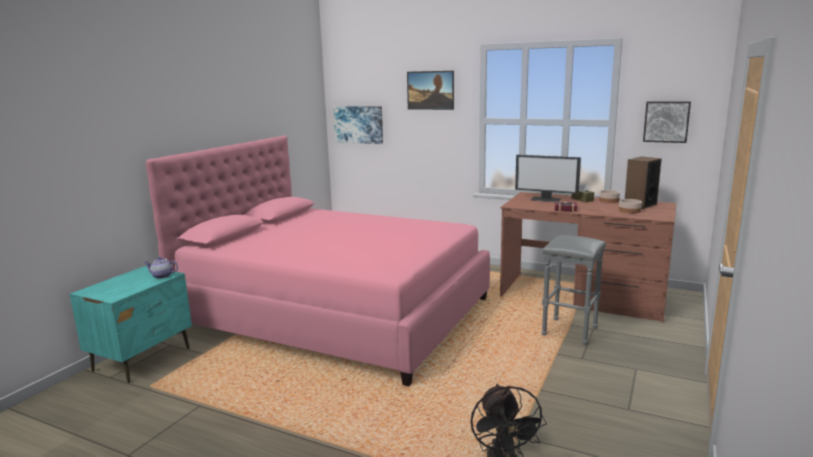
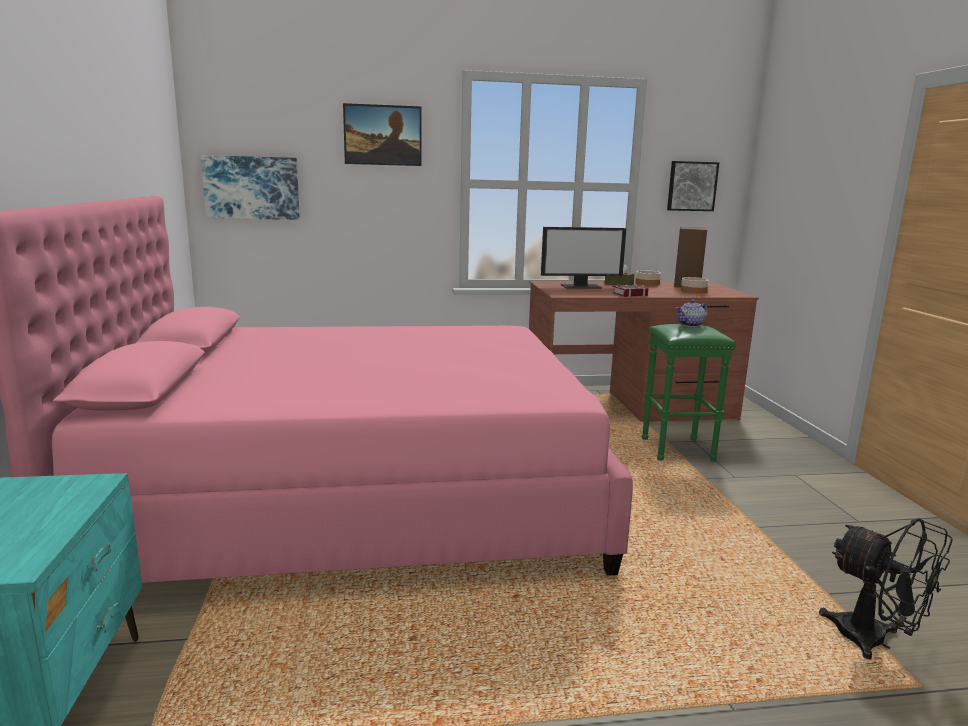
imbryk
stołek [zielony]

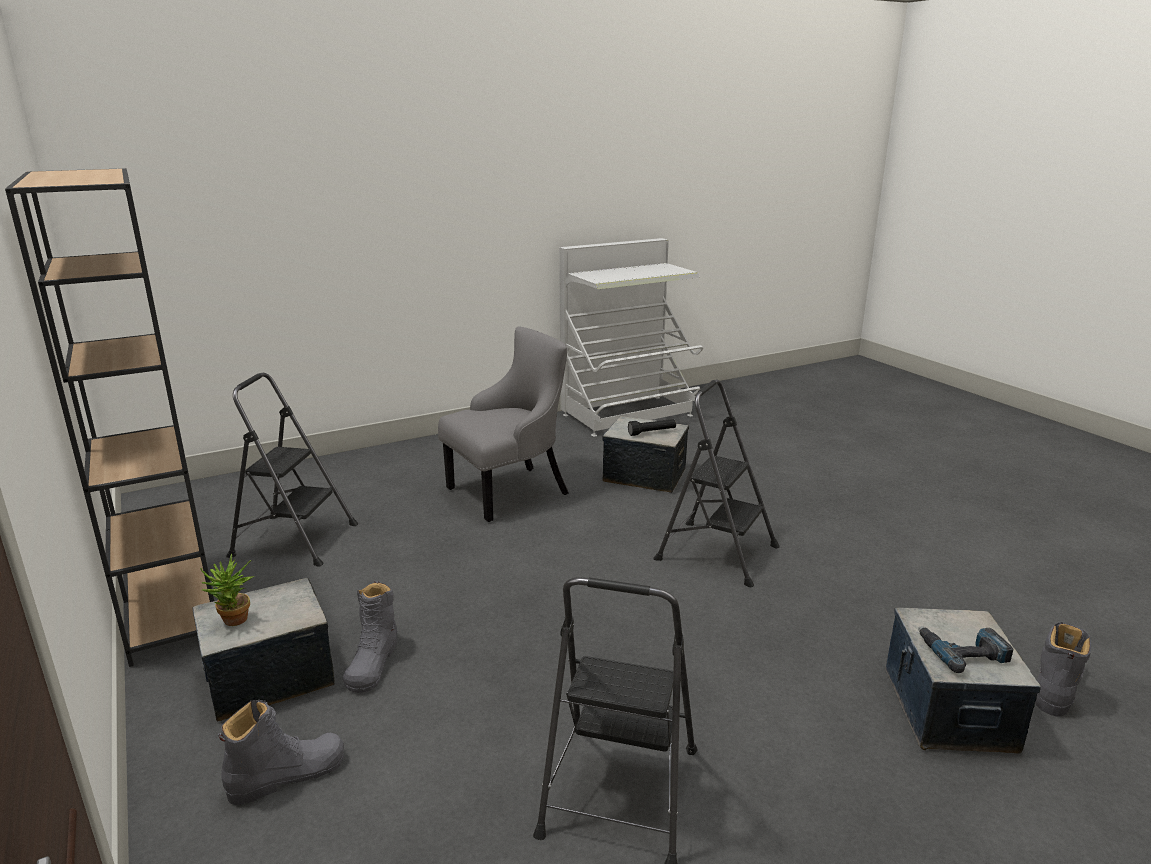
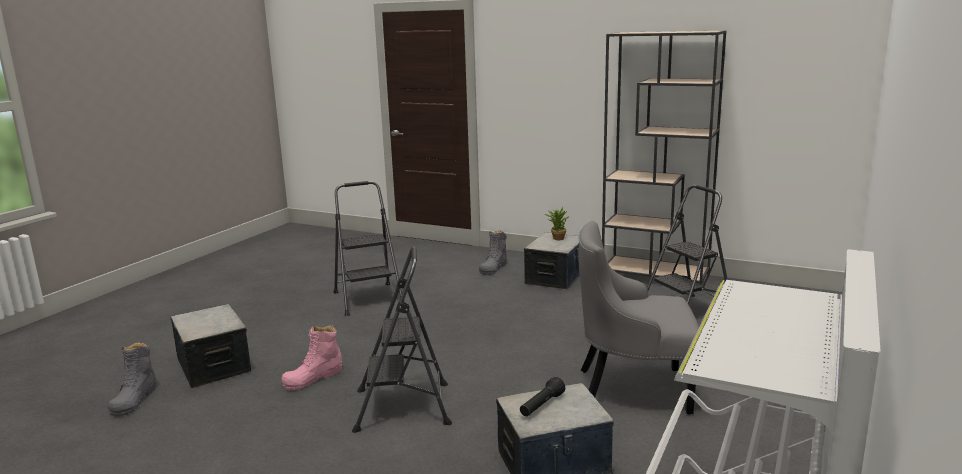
but z cholewką [szary] (2nd from left in the first image)
krzesło [szary]
wiertarka
but z cholewką [różowy]

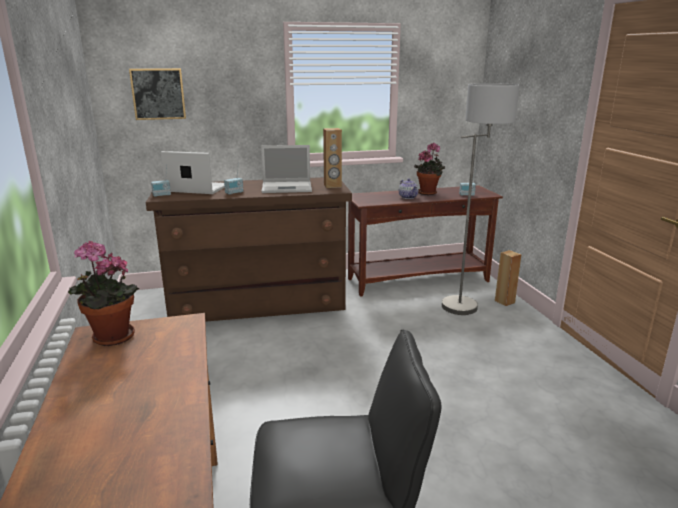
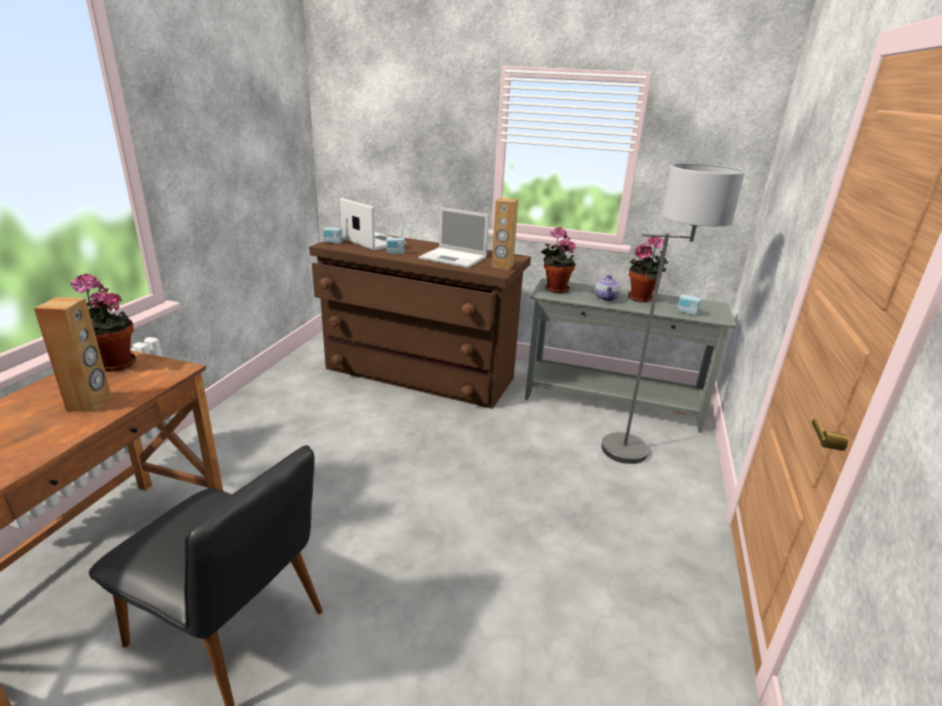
obraz
stolik konsolowy [szary]
głośnik [brązowy] (1st from left)
roślina doniczkowa (2nd from left)

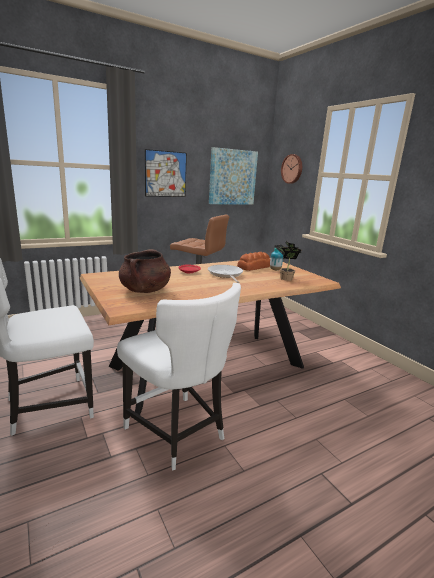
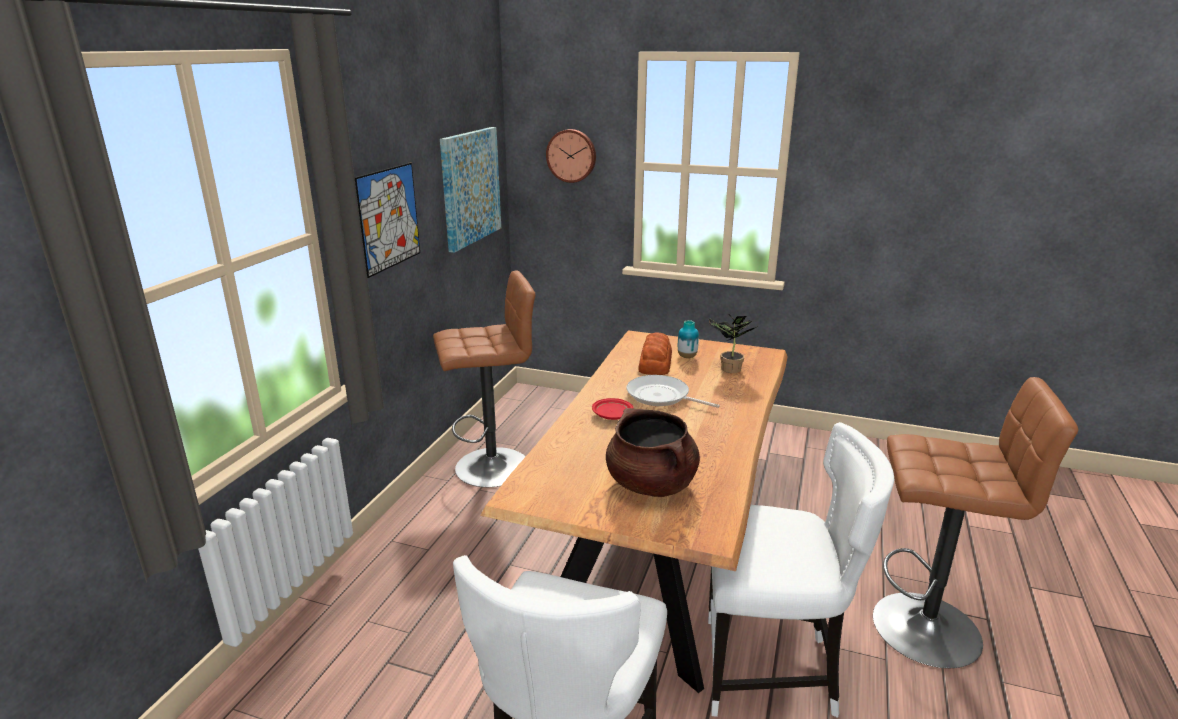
stołek [brązowy] (2nd from left)

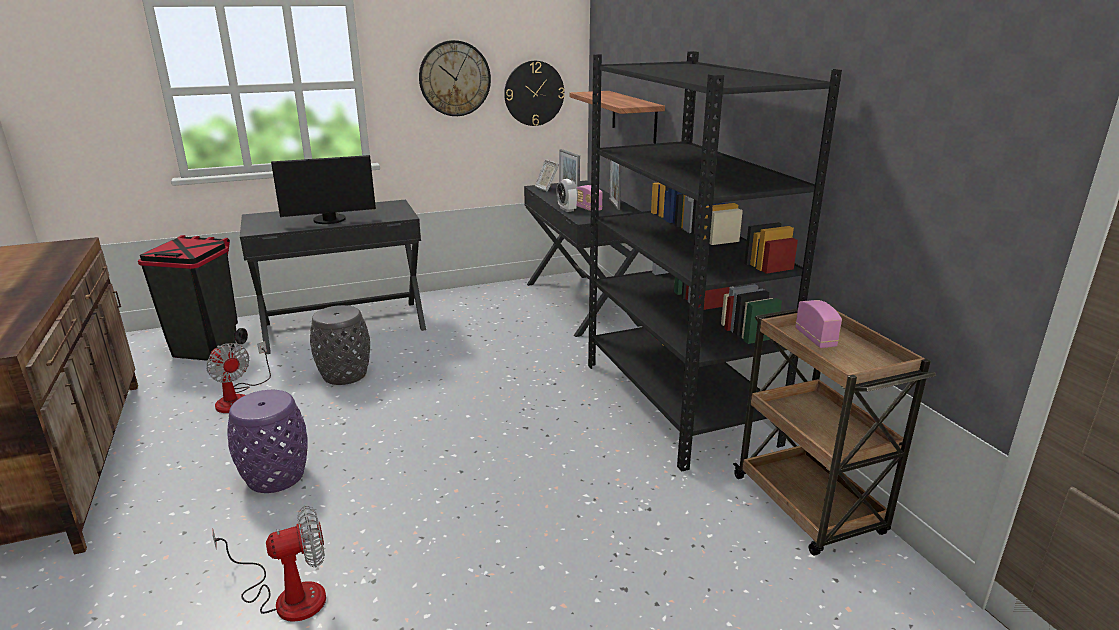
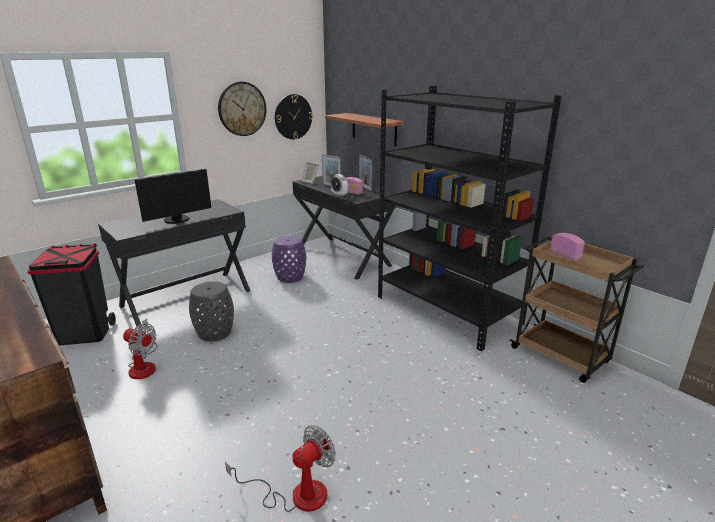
stołek [fioletowy]

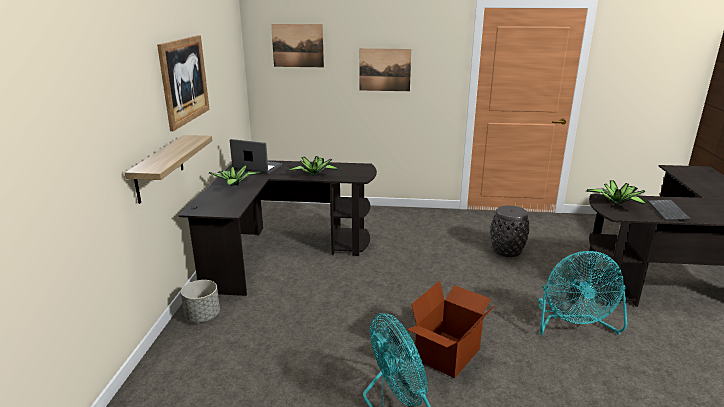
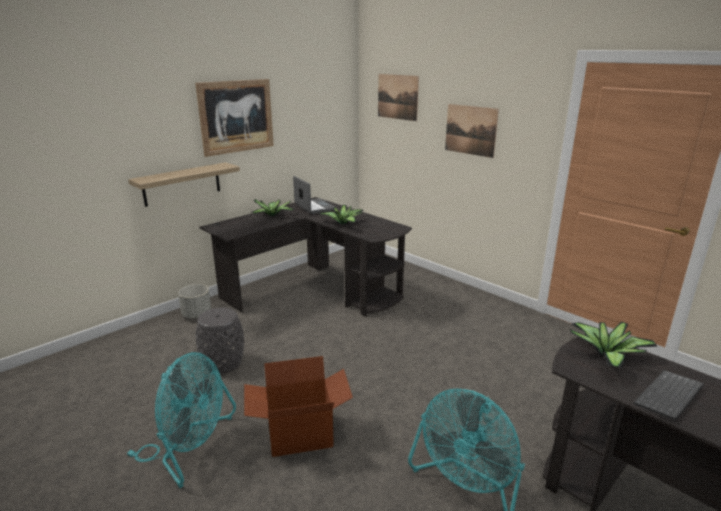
stołek [szary]

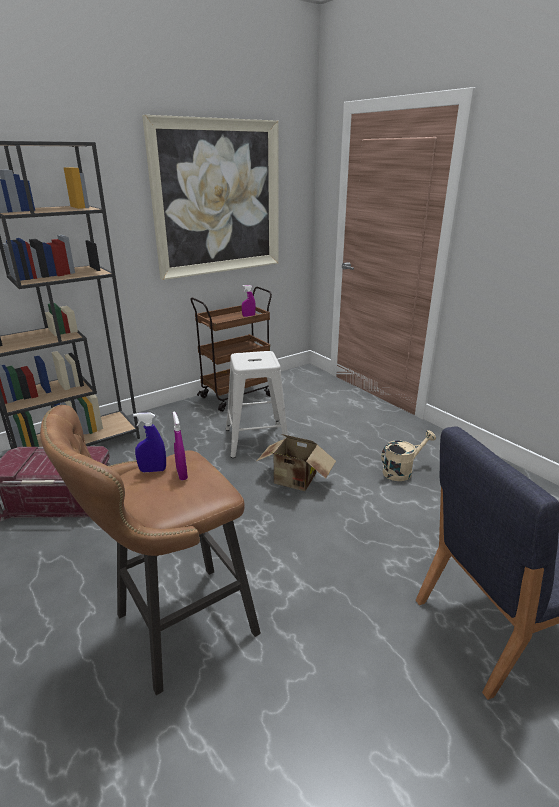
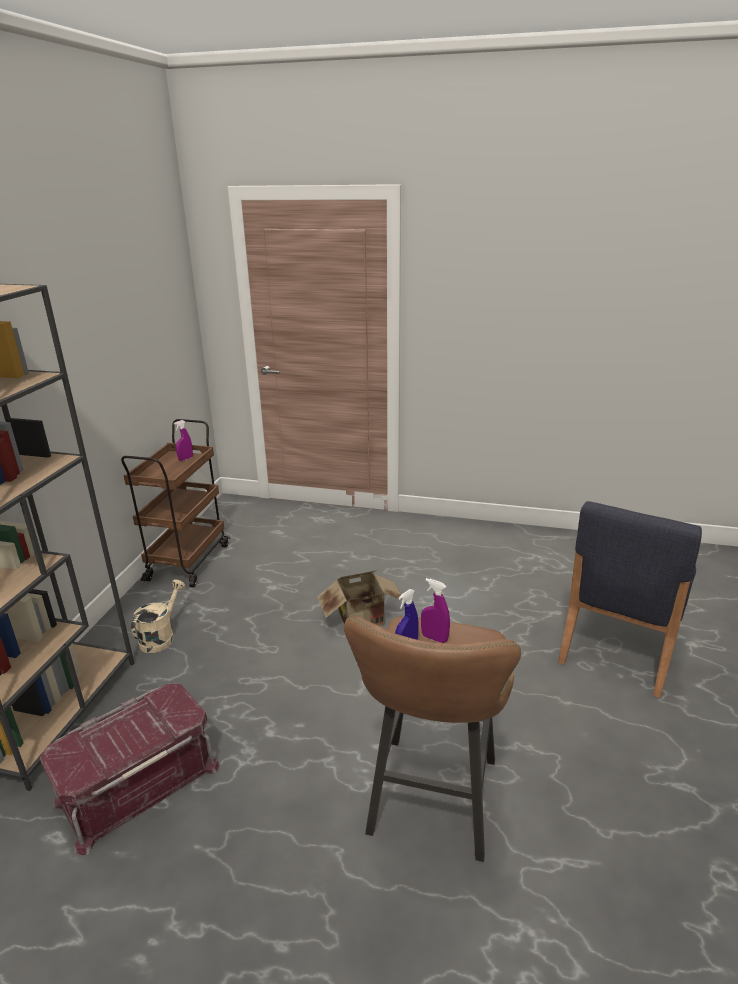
obraz
stołek [biały]
konewka [beżowy]

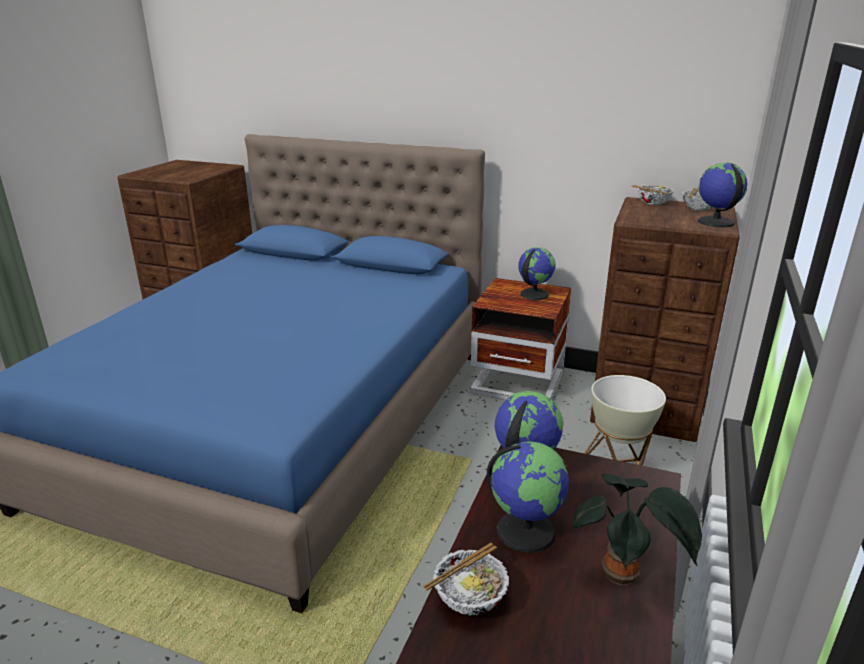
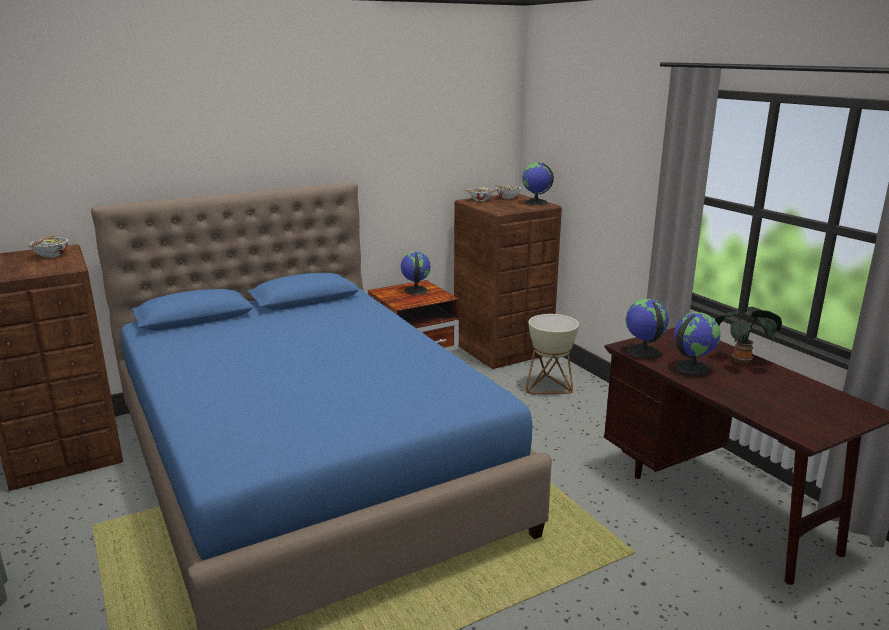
miska (1st from left)

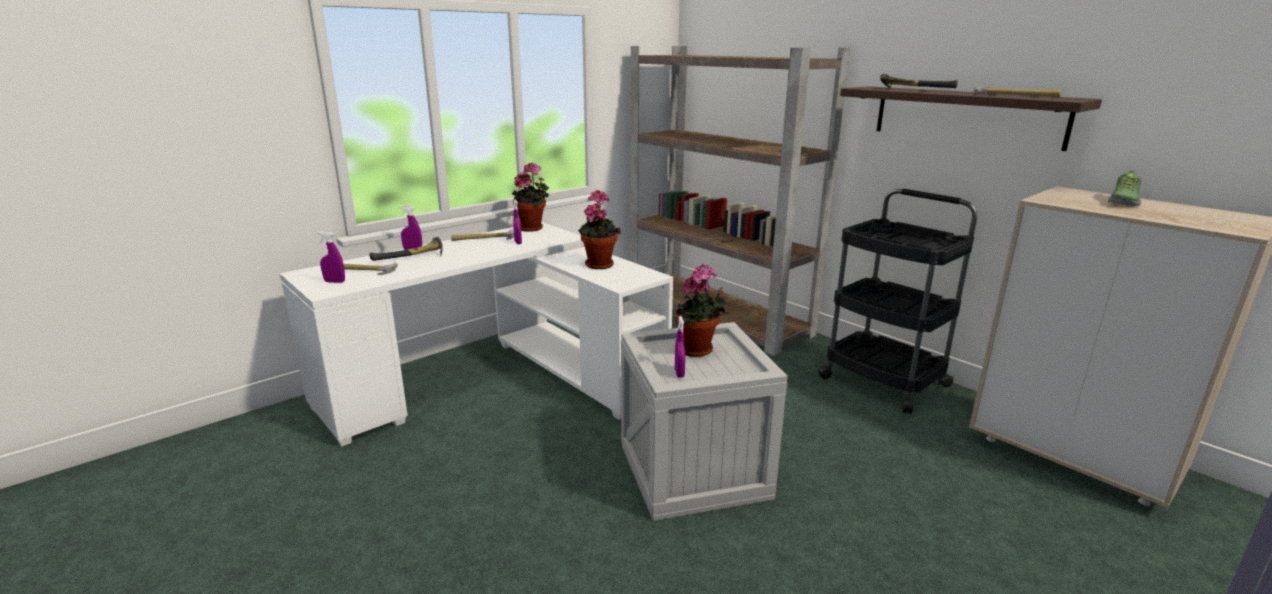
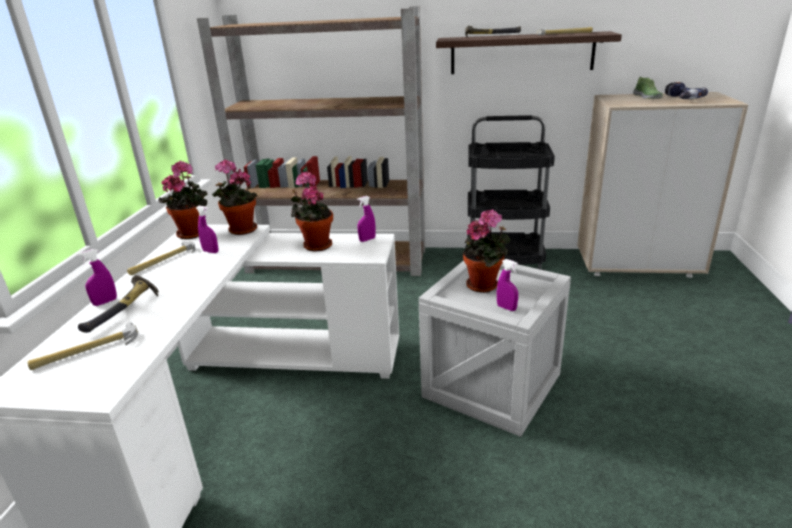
spryskiwacz [fioletowy] (3rd from left)
roślina doniczkowa (2nd from left)
wiertarka

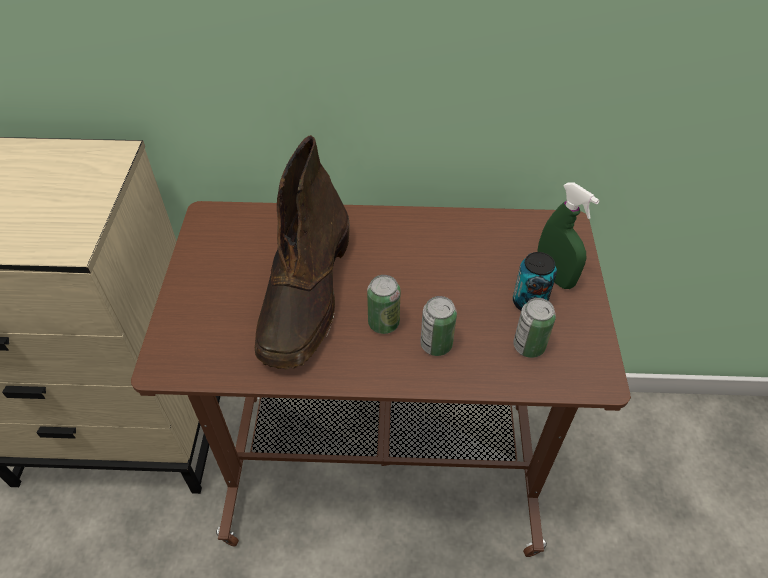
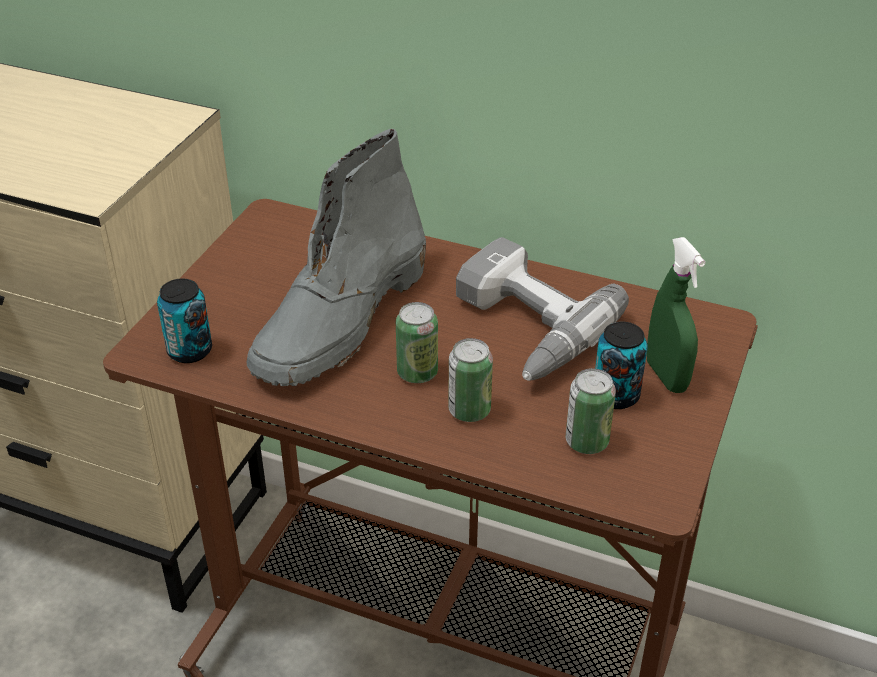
but z cholewką [szary]
puszka (1st from left)
wiertarka

